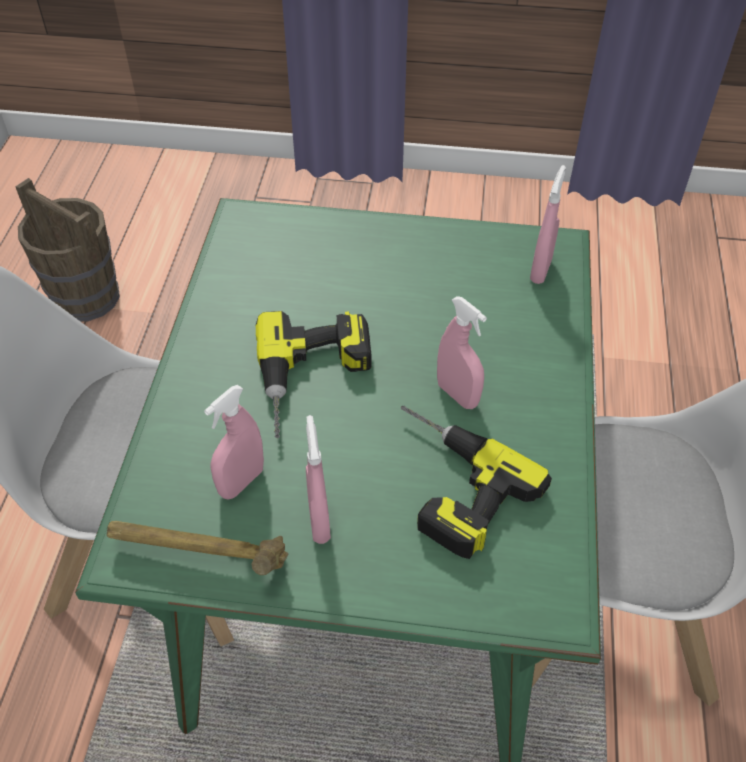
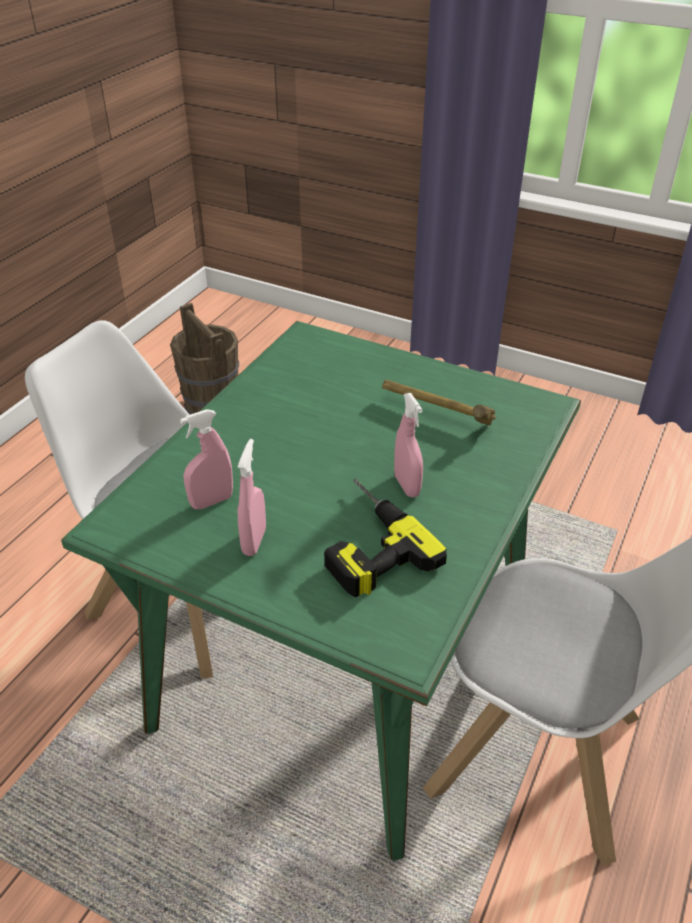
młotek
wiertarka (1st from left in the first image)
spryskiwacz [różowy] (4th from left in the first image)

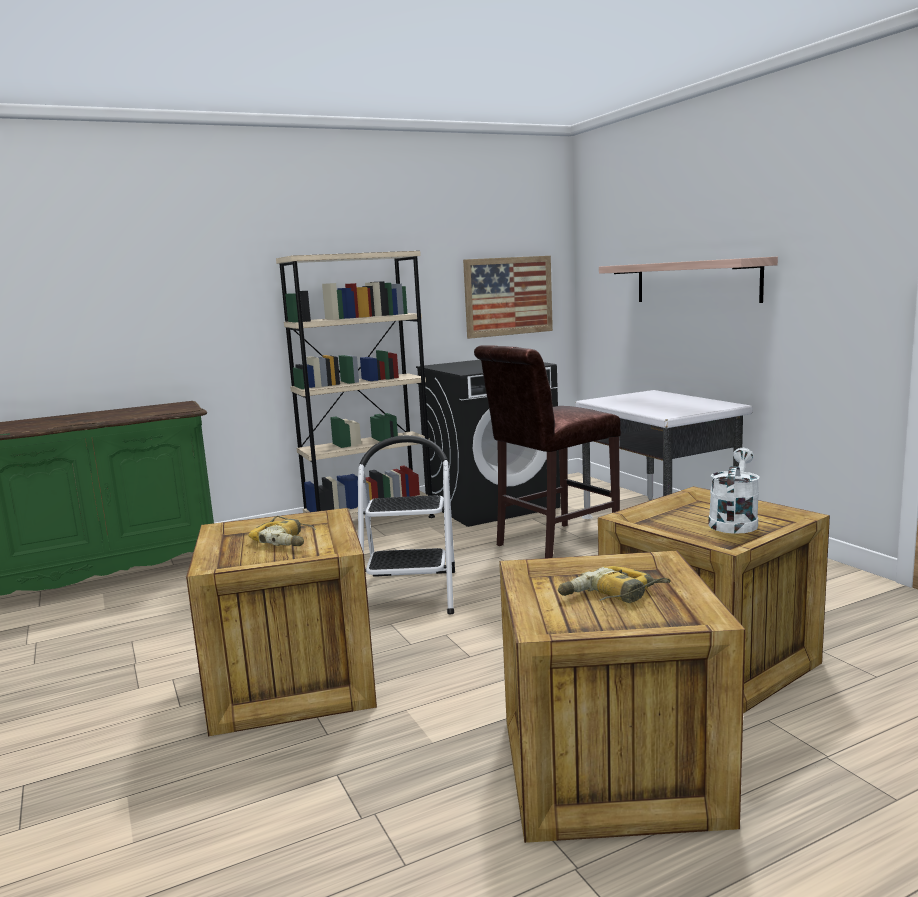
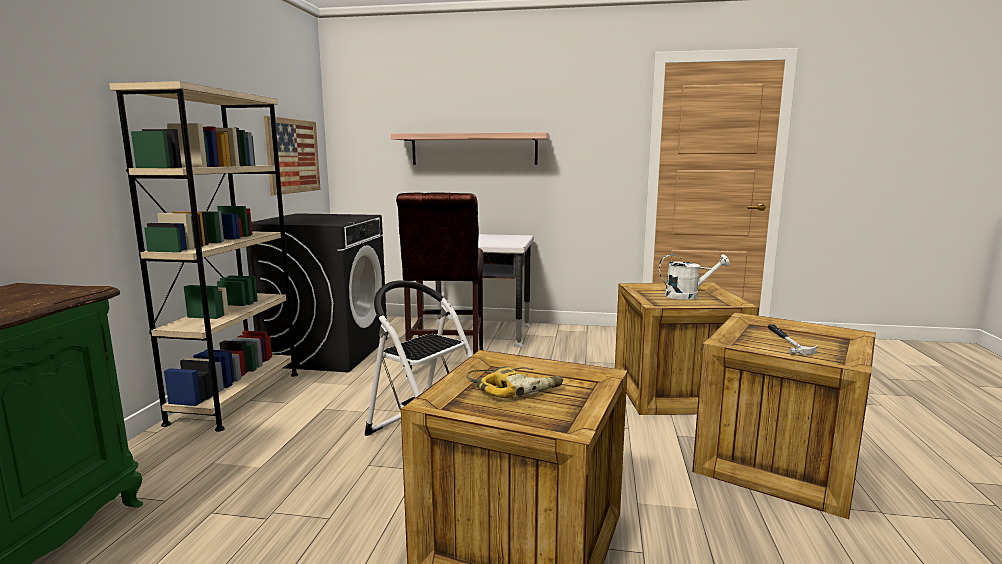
młotek
konewka [biały]

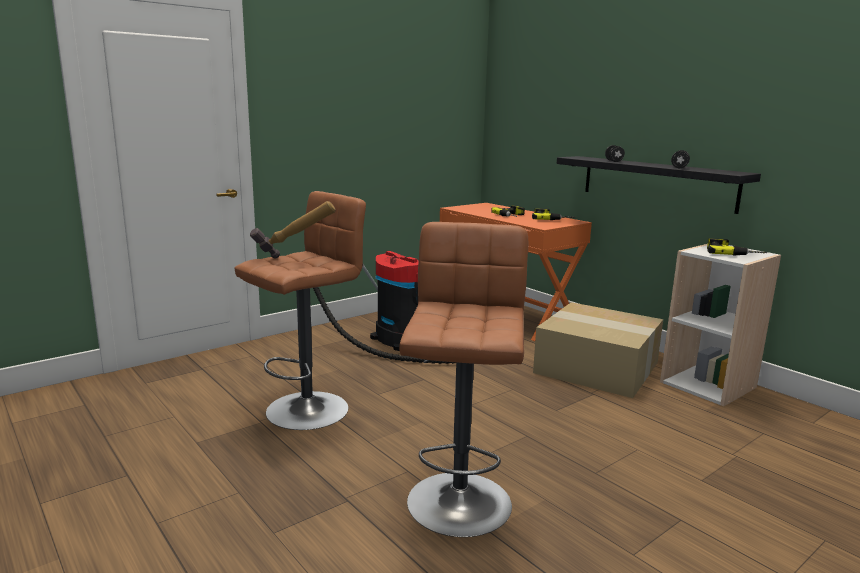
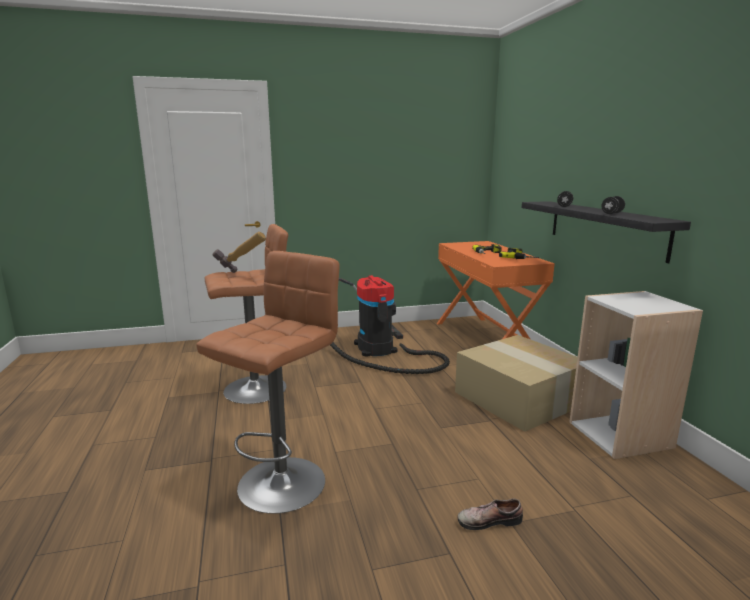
wiertarka (3rd from left in the first image)
but

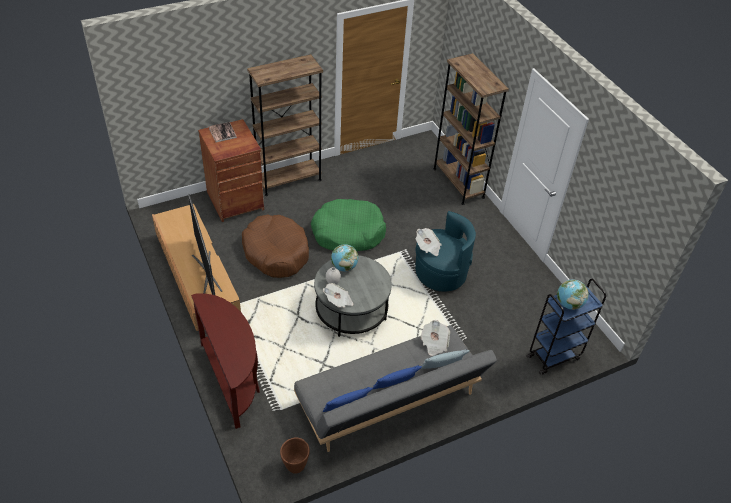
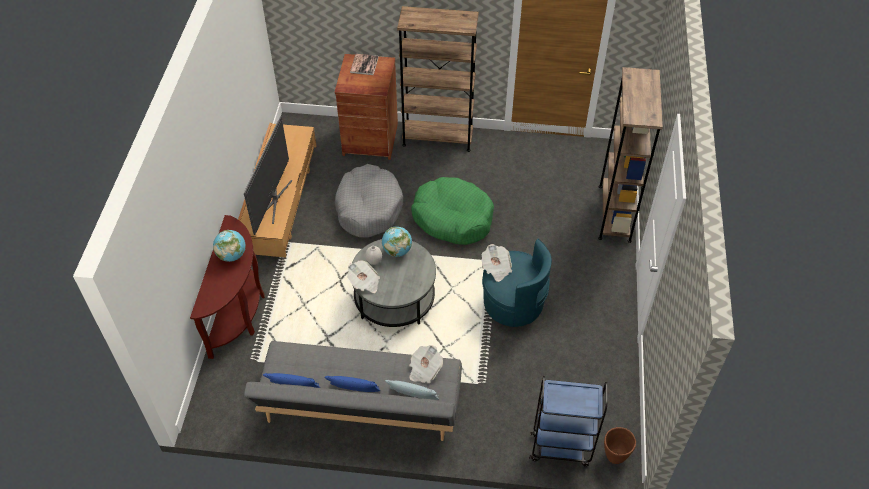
legowisko [szary]
donica [brązowy]
globus (1st from left)

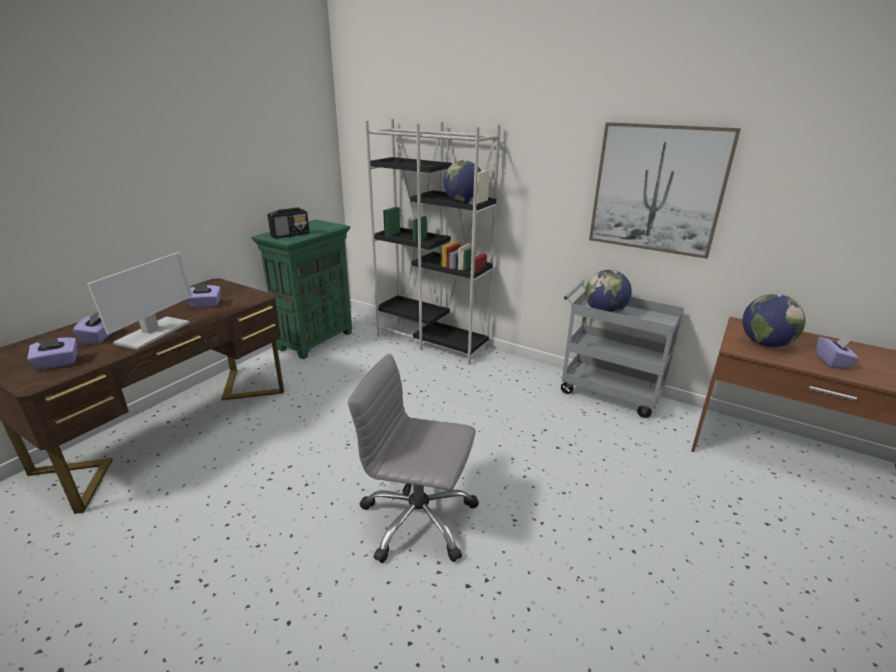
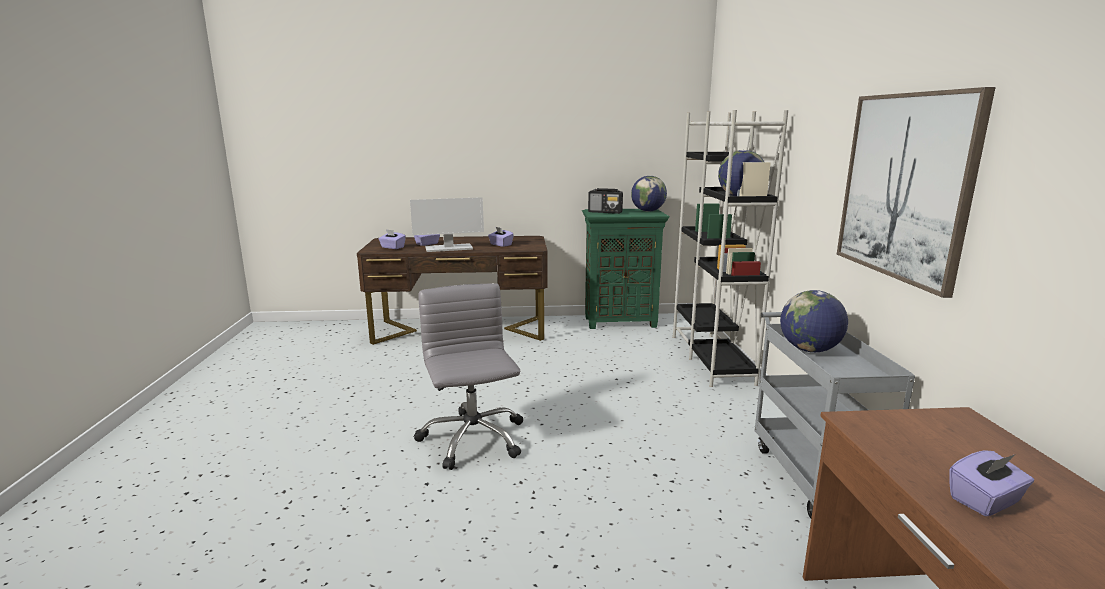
globus (1st from left)

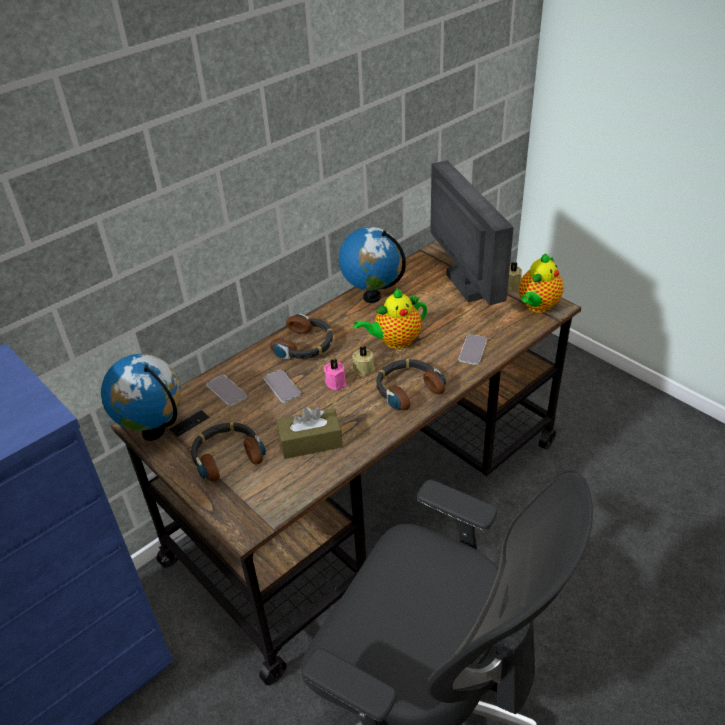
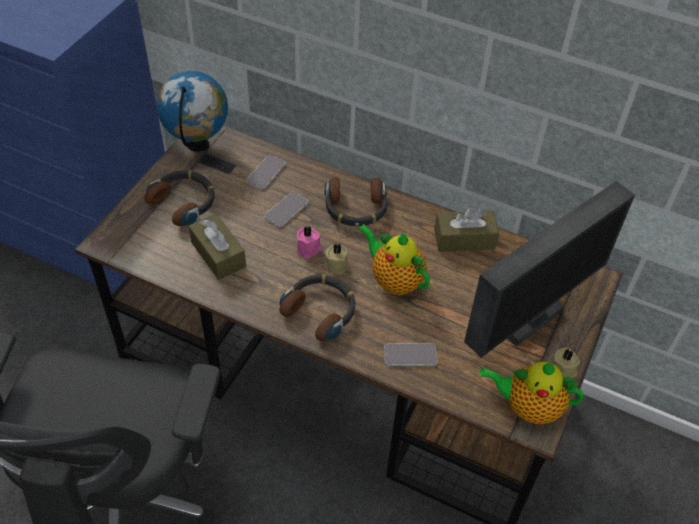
pudełko chusteczek [brązowy] (2nd from left)

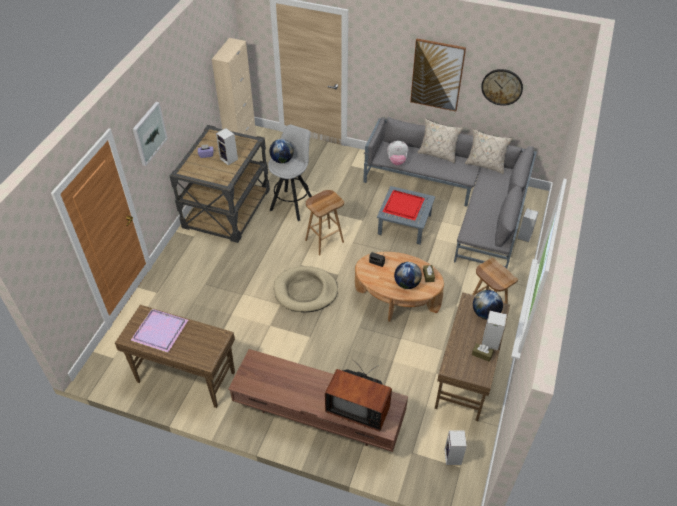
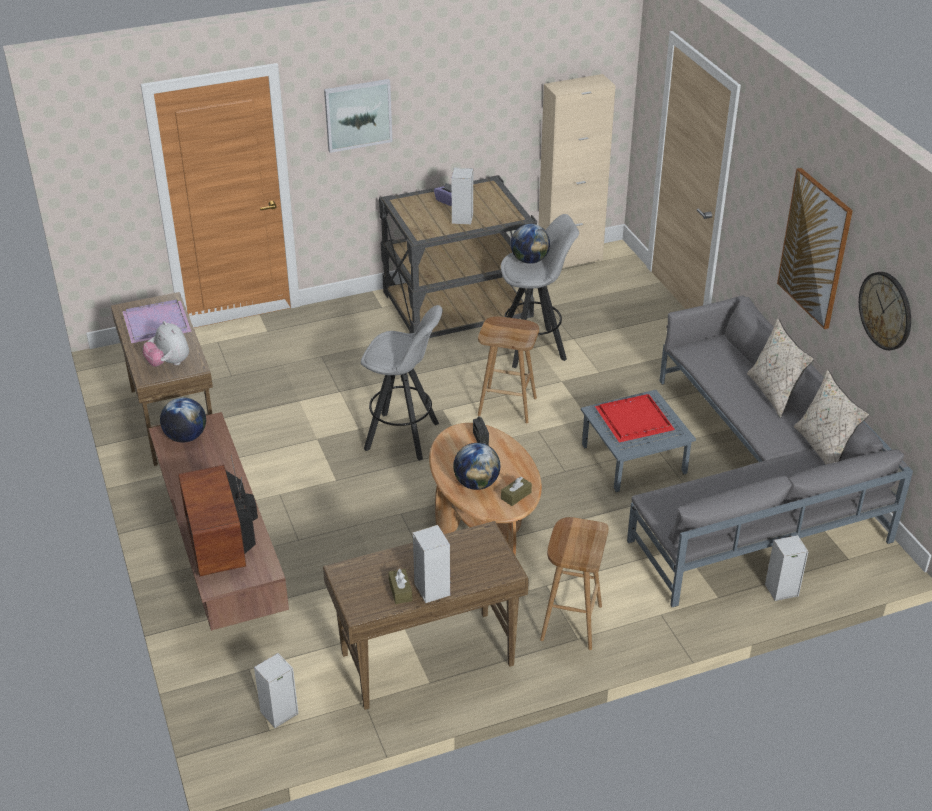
stołek [szary] (1st from left)
pluszak
globus (1st from left)

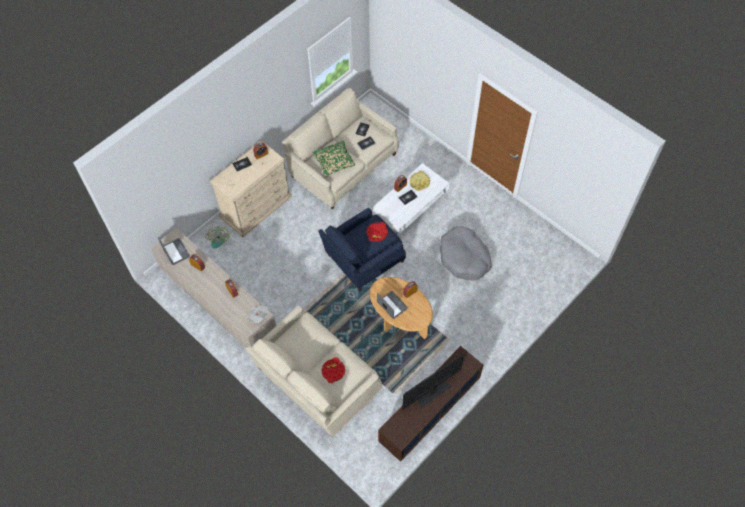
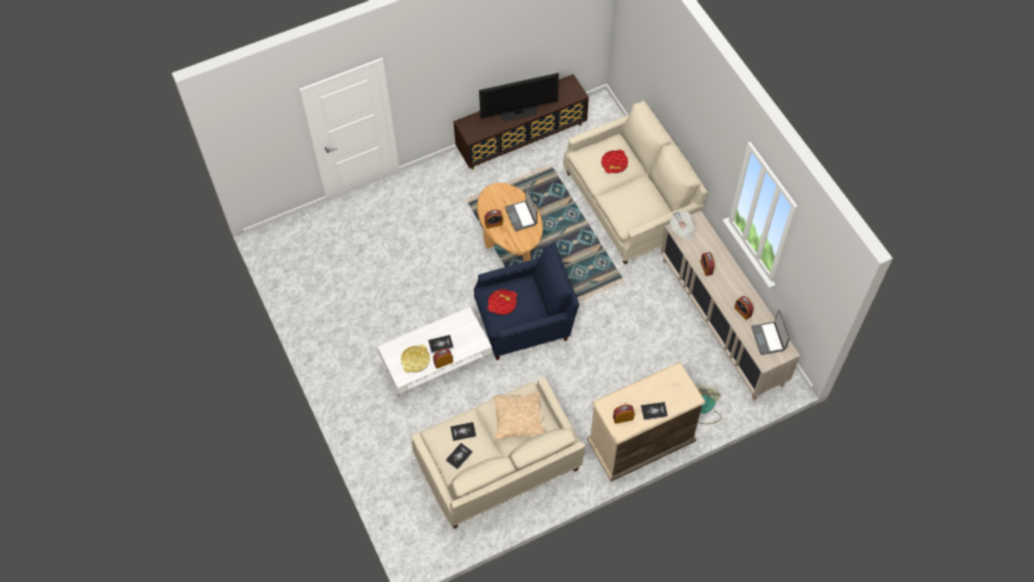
poduszka [beżowy]
legowisko [szary]

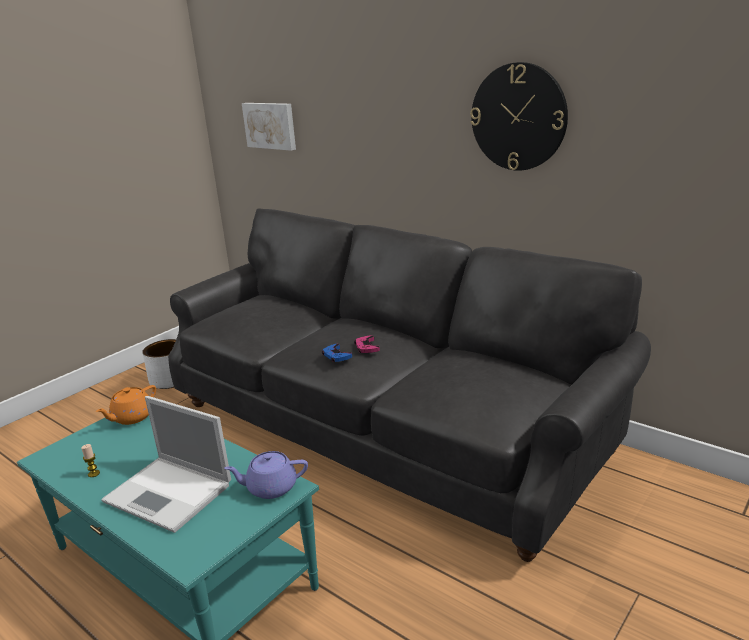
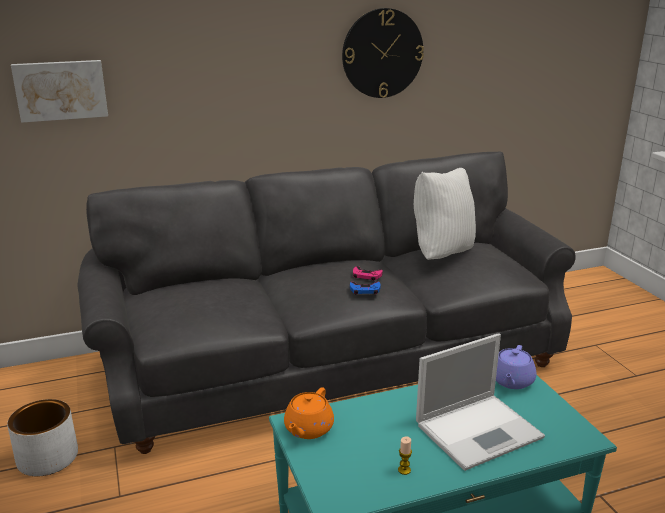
imbryk [pomarańczowy]
poduszka [biały]

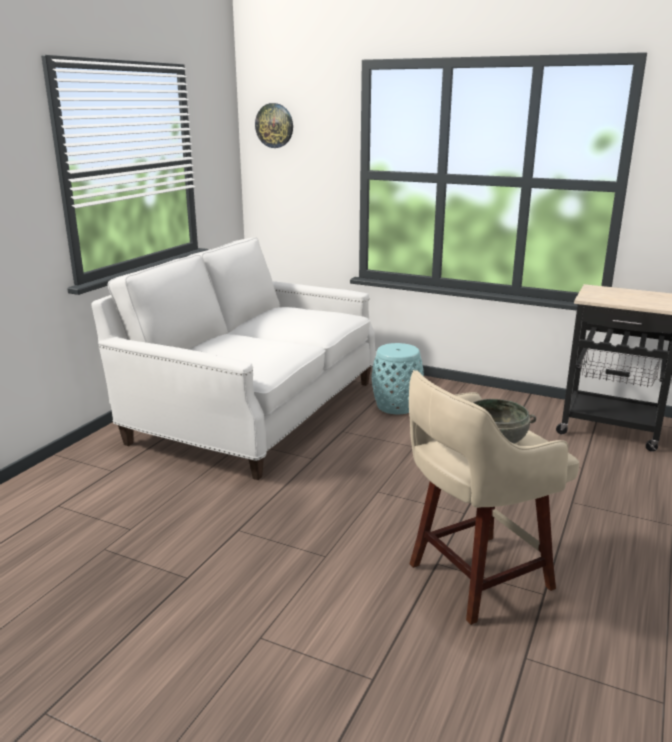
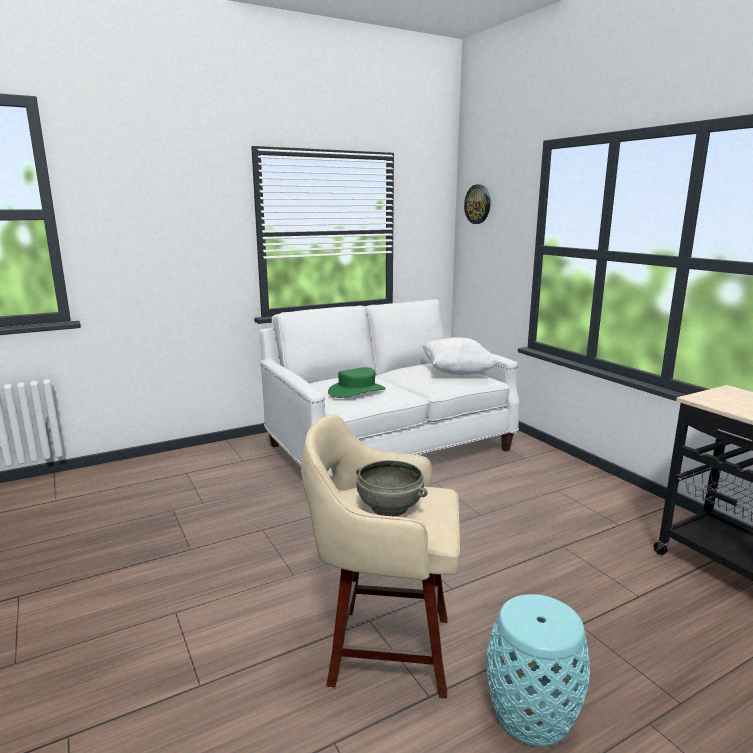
stołek [turkusowy]
kapelusz [zielony]
poduszka [biały]

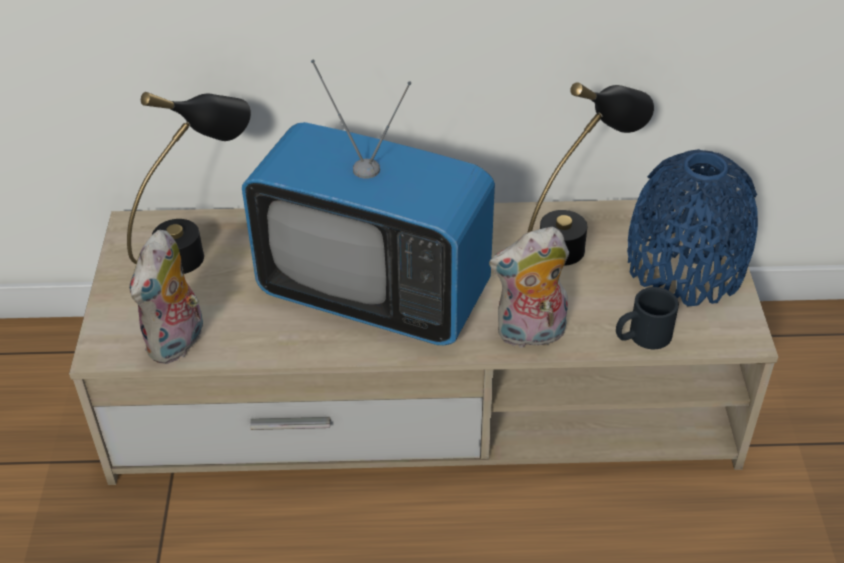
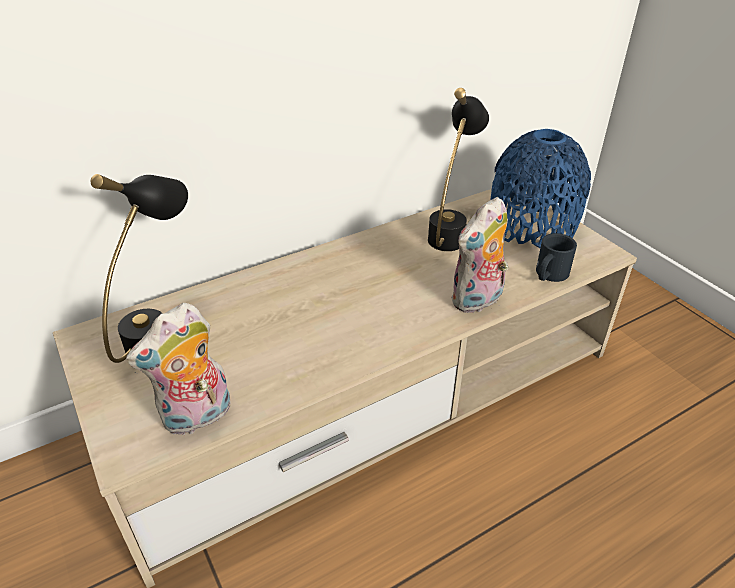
pluszak (1st from left)
telewizor

